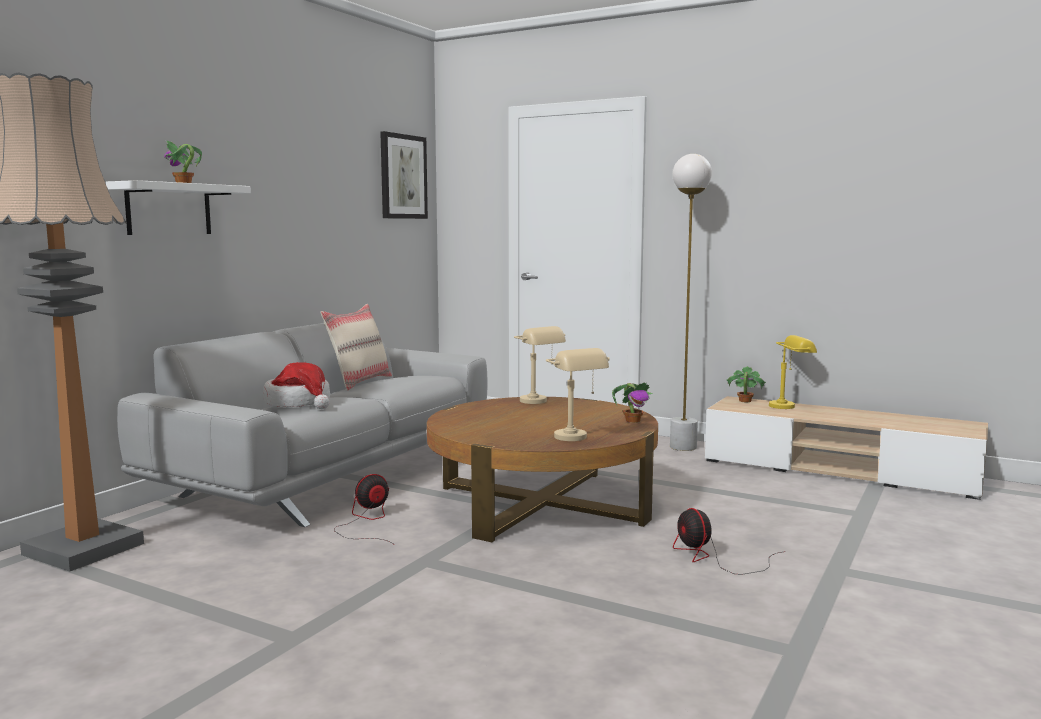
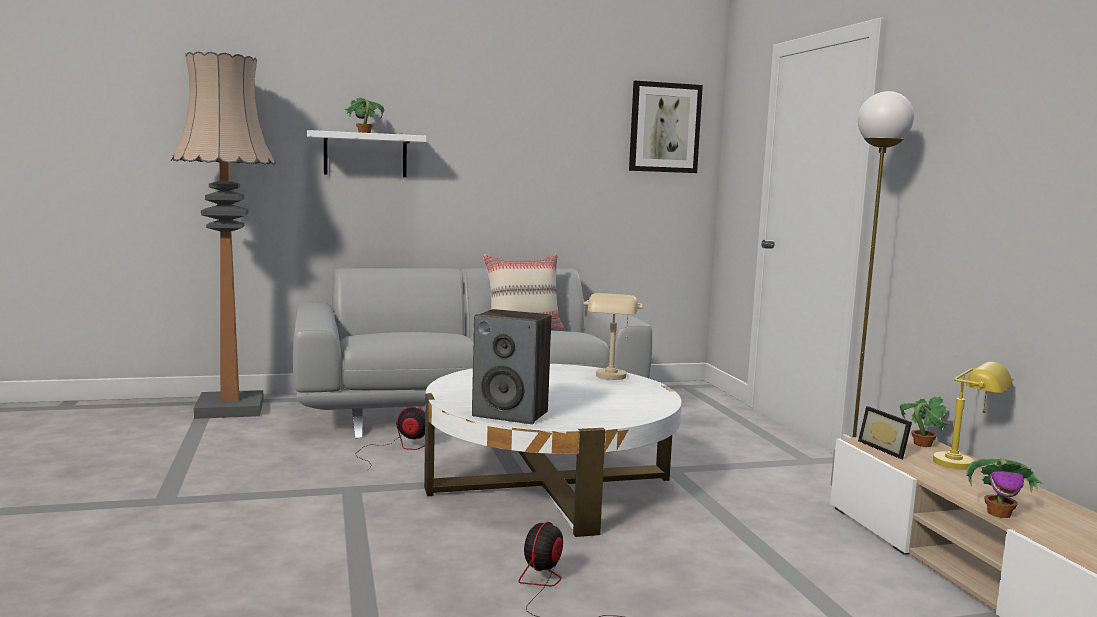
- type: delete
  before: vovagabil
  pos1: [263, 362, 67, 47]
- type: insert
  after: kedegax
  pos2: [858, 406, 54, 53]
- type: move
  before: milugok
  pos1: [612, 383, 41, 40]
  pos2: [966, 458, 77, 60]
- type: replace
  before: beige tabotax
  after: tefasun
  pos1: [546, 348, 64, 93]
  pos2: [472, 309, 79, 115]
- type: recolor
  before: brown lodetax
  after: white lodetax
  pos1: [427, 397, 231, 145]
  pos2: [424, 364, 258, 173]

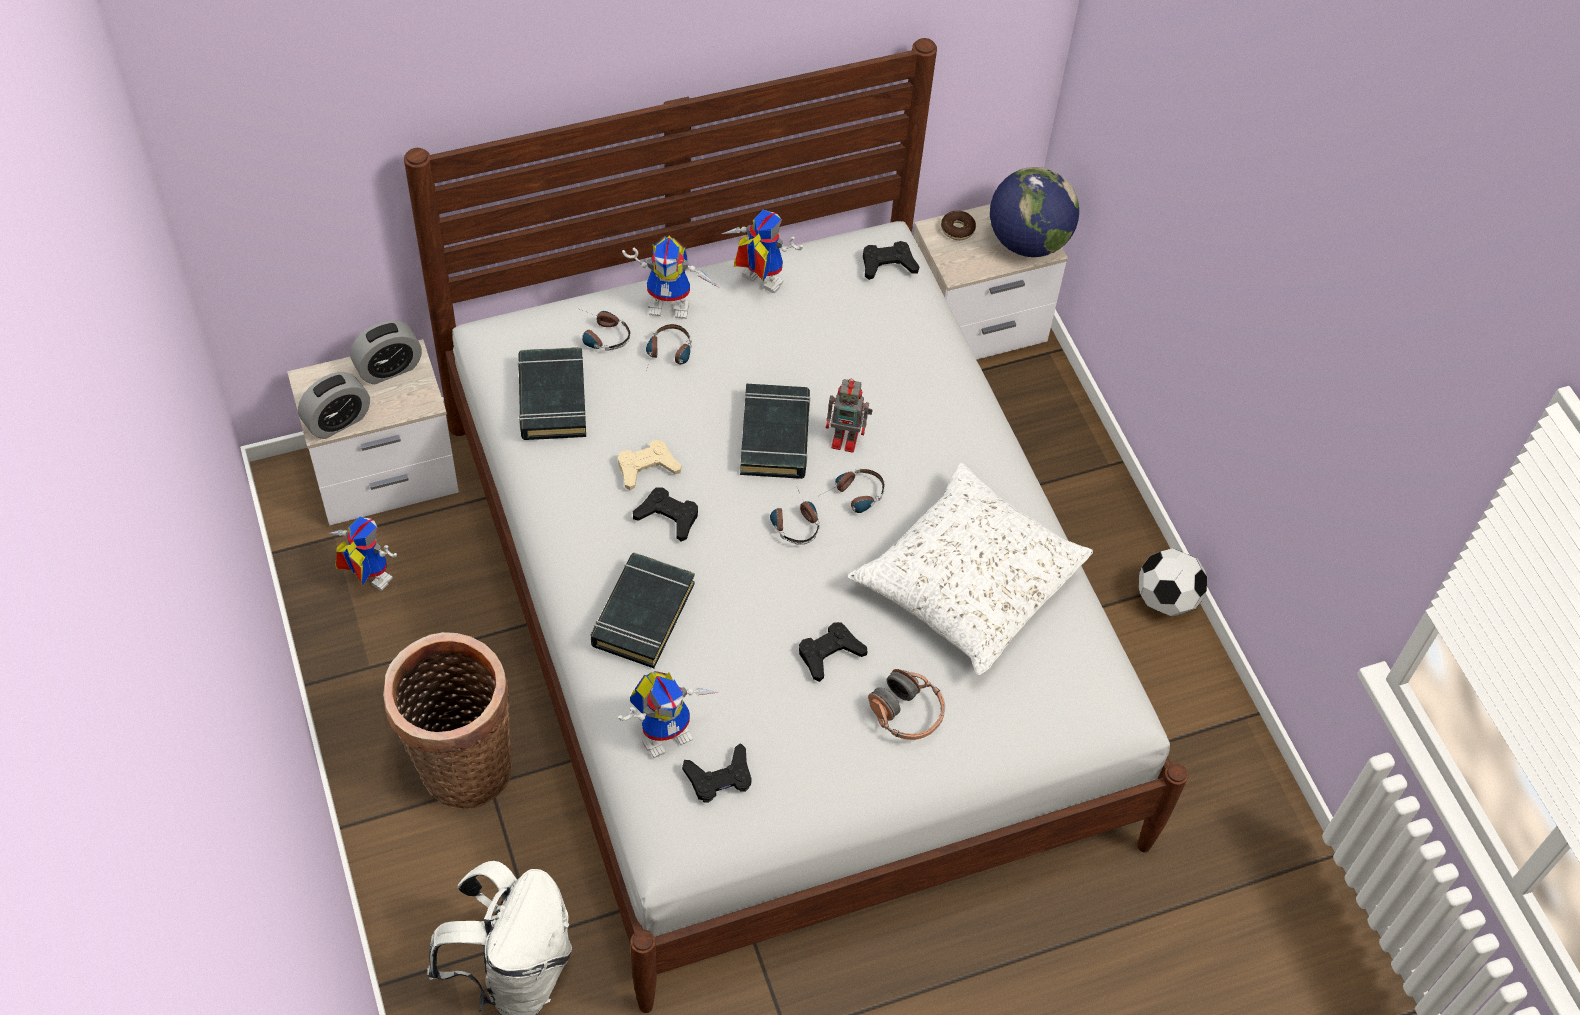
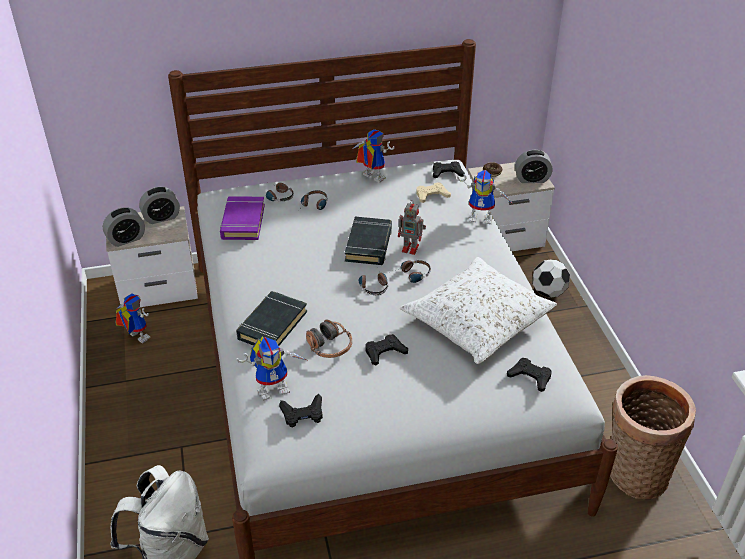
- type: move
  before: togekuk
  pos1: [383, 632, 129, 177]
  pos2: [610, 375, 86, 124]
- type: move
  before: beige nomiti
  pos1: [618, 440, 63, 50]
  pos2: [416, 182, 35, 21]
- type: move
  before: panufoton
  pos1: [622, 235, 97, 84]
  pos2: [457, 170, 56, 54]
- type: move
  before: black nomiti
  pos1: [633, 487, 65, 55]
  pos2: [507, 358, 45, 34]
- type: move
  before: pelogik
  pos1: [868, 669, 77, 71]
  pos2: [306, 320, 46, 38]
- type: move
  before: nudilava
  pos1: [1139, 548, 68, 69]
  pos2: [532, 259, 38, 39]
- type: replace
  before: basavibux
  after: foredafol
  pos1: [990, 167, 89, 90]
  pos2: [515, 150, 38, 33]
- type: recolor
  before: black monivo
  after: purple monivo
  pos1: [518, 347, 68, 93]
  pos2: [220, 196, 45, 44]

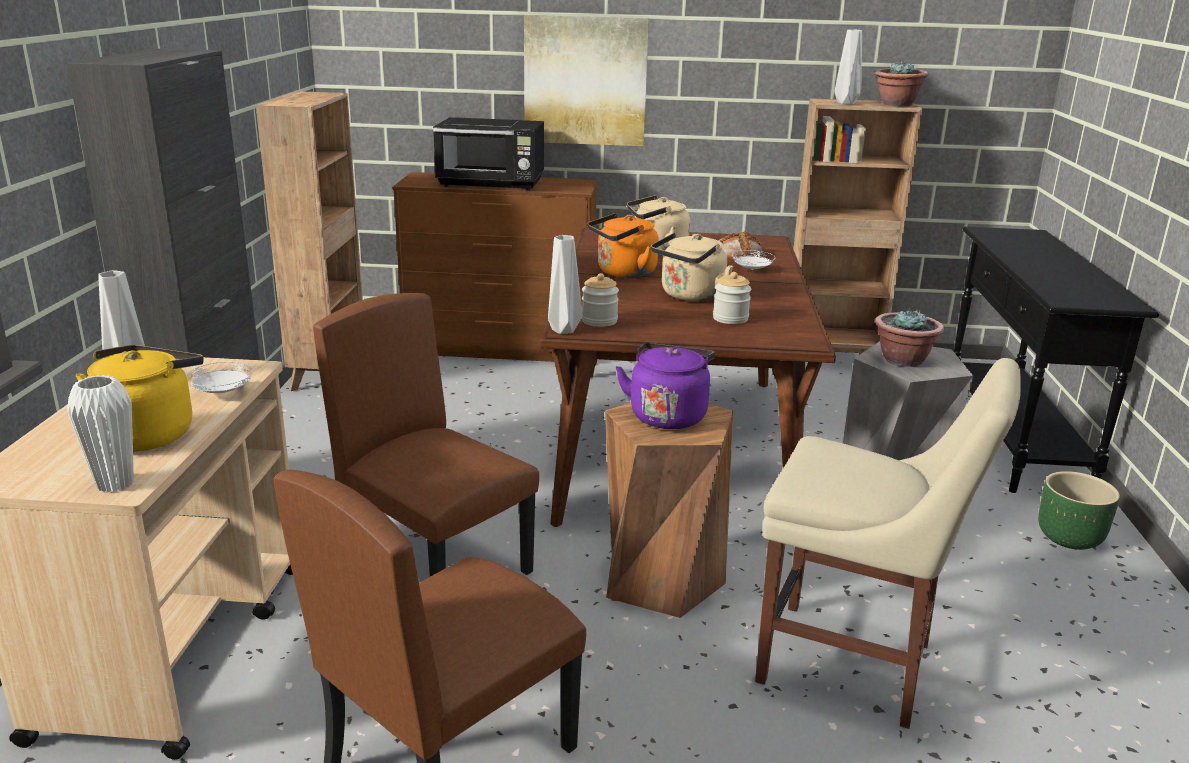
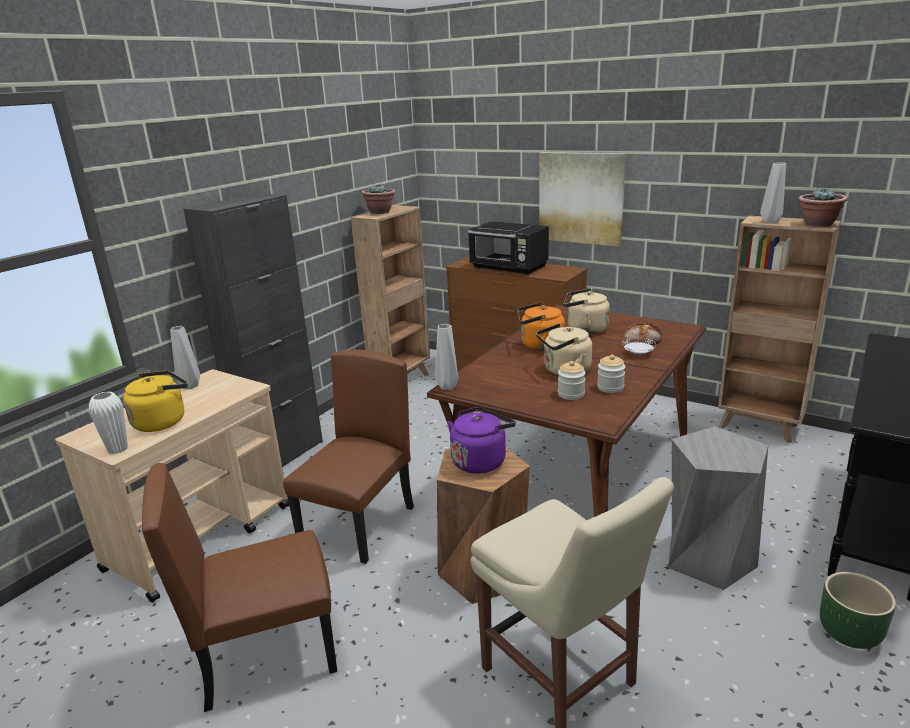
- type: delete
  before: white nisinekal
  pos1: [186, 362, 67, 31]
- type: move
  before: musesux
  pos1: [582, 273, 37, 54]
  pos2: [597, 355, 28, 38]
- type: move
  before: milugok
  pos1: [875, 308, 69, 59]
  pos2: [361, 184, 35, 30]
- type: rotate
  before: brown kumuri
  pos1: [313, 293, 226, 284]
  pos2: [283, 350, 131, 214]
  turn: 45

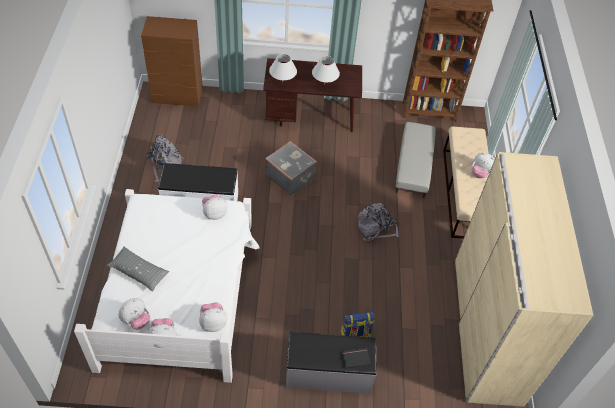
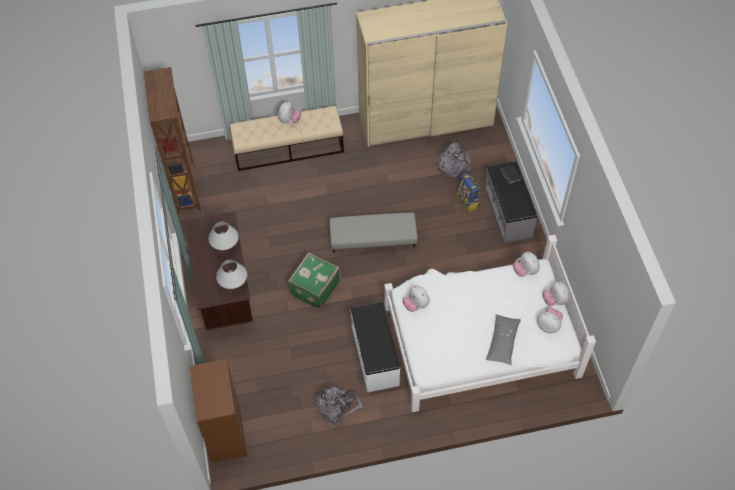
- type: move
  before: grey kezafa
  pos1: [358, 203, 41, 38]
  pos2: [436, 142, 35, 35]
- type: move
  before: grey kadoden
  pos1: [396, 122, 40, 76]
  pos2: [329, 213, 88, 40]
- type: recolor
  before: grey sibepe
  after: green sibepe
  pos1: [265, 141, 52, 55]
  pos2: [288, 252, 52, 57]

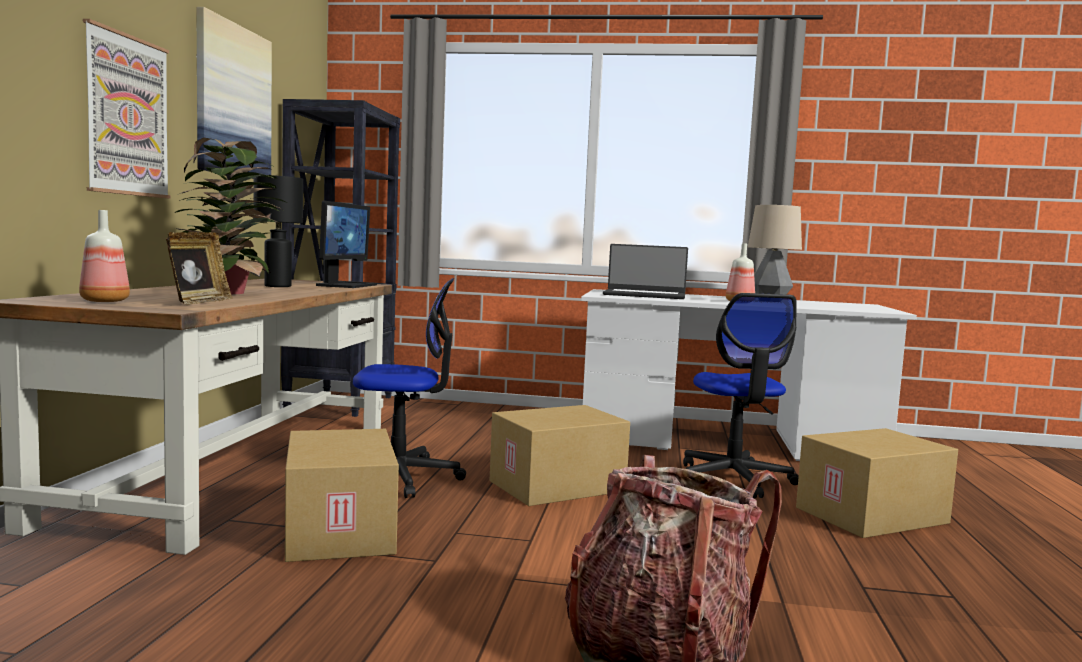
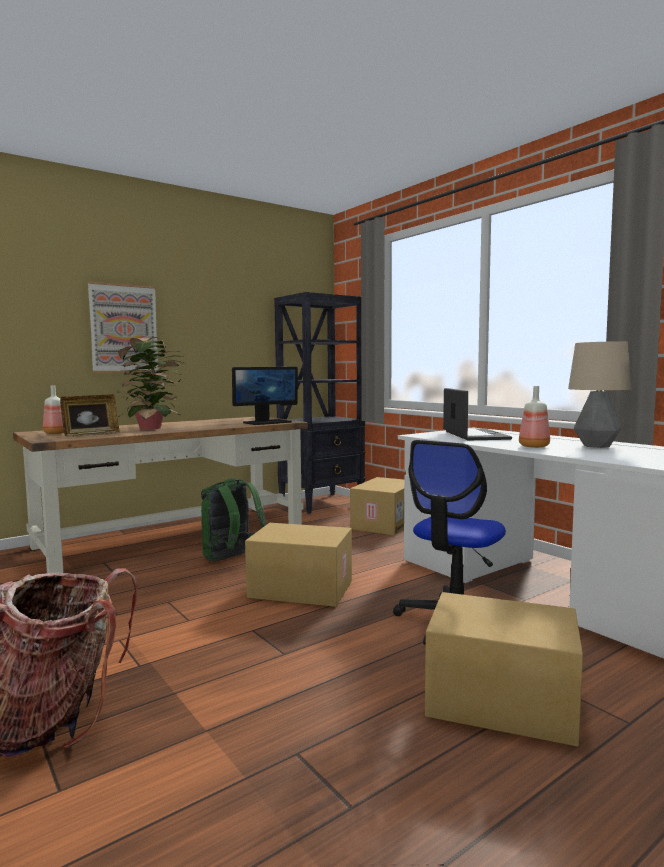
- type: delete
  before: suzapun
  pos1: [196, 7, 76, 172]
- type: delete
  before: black tabotax
  pos1: [253, 175, 50, 112]
- type: move
  before: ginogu
  pos1: [285, 429, 114, 133]
  pos2: [350, 477, 54, 58]
- type: replace
  before: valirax
  after: green kezafa
  pos1: [353, 278, 113, 220]
  pos2: [201, 478, 66, 83]
- type: rotate
  before: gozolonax
  pos1: [603, 244, 85, 55]
  pos2: [443, 388, 69, 52]
  turn: -150

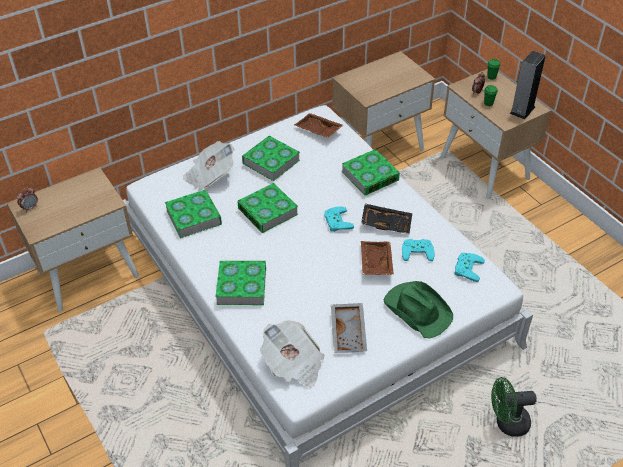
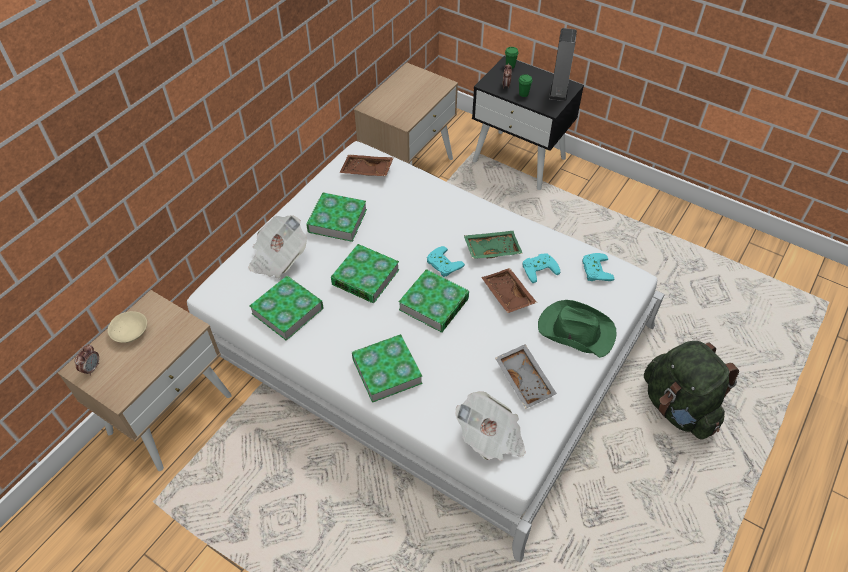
- type: insert
  after: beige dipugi
  pos2: [107, 311, 40, 32]
- type: move
  before: monivo
  pos1: [342, 149, 58, 47]
  pos2: [399, 269, 70, 63]
- type: replace
  before: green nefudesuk
  after: green kezafa
  pos1: [491, 377, 46, 60]
  pos2: [644, 341, 95, 99]
- type: recolor
  before: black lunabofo
  after: green lunabofo
  pos1: [361, 203, 51, 31]
  pos2: [464, 231, 59, 28]
- type: recolor
  before: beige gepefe
  after: black gepefe
  pos1: [441, 69, 110, 130]
  pos2: [472, 56, 112, 134]

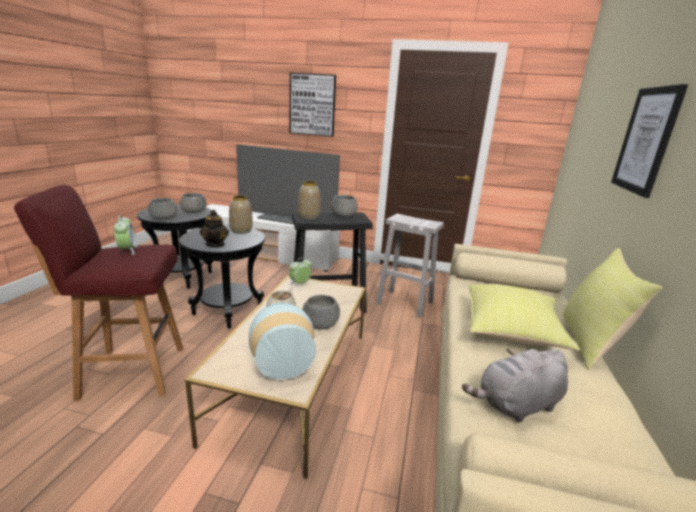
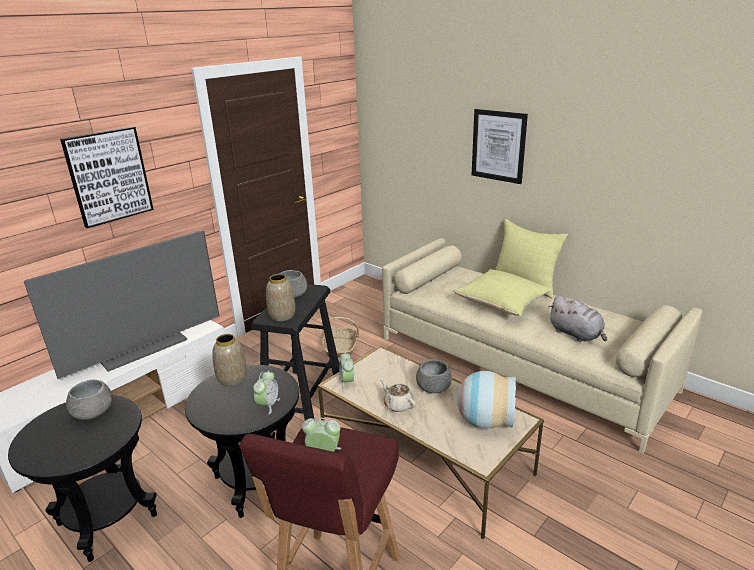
- type: delete
  before: grey dipugi
  pos1: [148, 198, 29, 21]
- type: replace
  before: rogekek
  after: foredafol
  pos1: [200, 210, 29, 38]
  pos2: [253, 371, 27, 43]
- type: replace
  before: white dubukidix
  after: togekuk
  pos1: [376, 214, 68, 104]
  pos2: [322, 317, 37, 41]
- type: rotate
  before: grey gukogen
  pos1: [462, 349, 106, 73]
  pos2: [548, 296, 59, 46]
  turn: -45

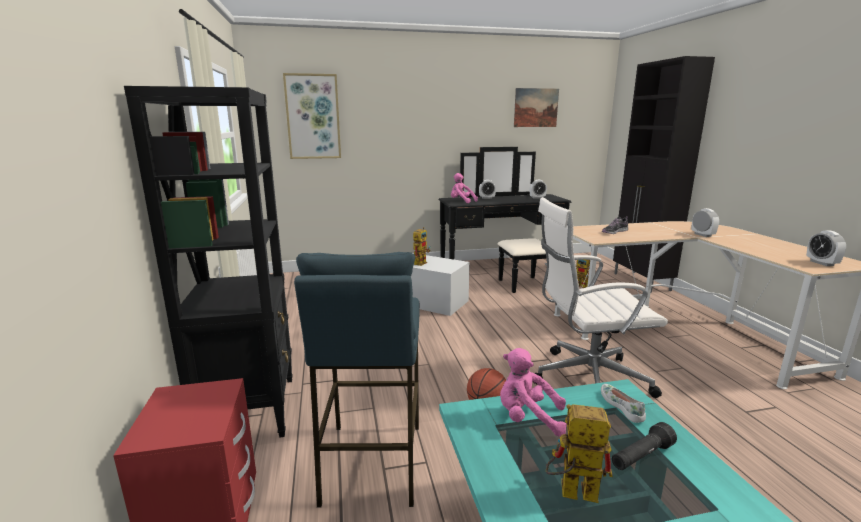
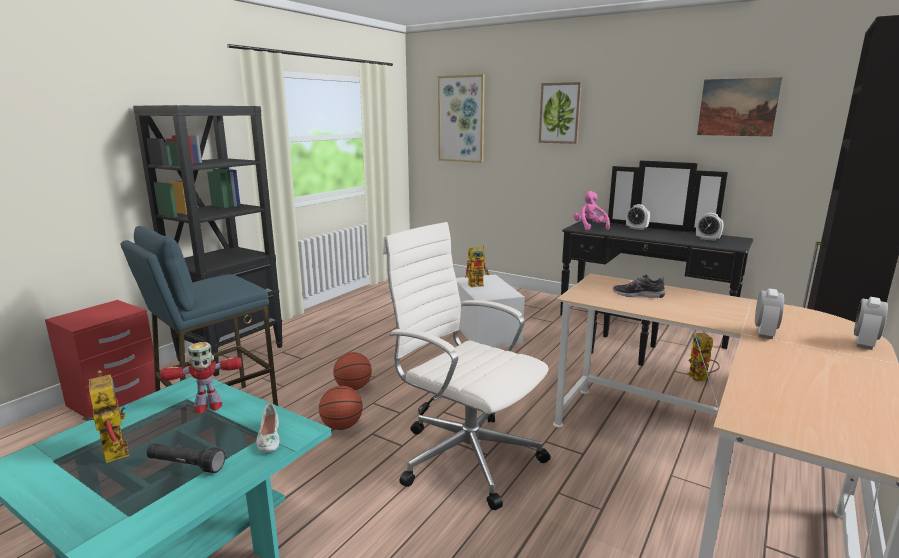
- type: insert
  after: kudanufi
  pos2: [333, 352, 39, 38]
- type: insert
  after: suzapun
  pos2: [539, 82, 43, 62]
- type: move
  before: foredafol
  pos1: [806, 230, 40, 36]
  pos2: [854, 297, 34, 53]
- type: replace
  before: pink gukogen
  after: panufoton
  pos1: [500, 348, 67, 89]
  pos2: [160, 342, 82, 72]
- type: rotate
  before: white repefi
  pos1: [601, 384, 45, 39]
  pos2: [256, 404, 24, 48]
  turn: 135

